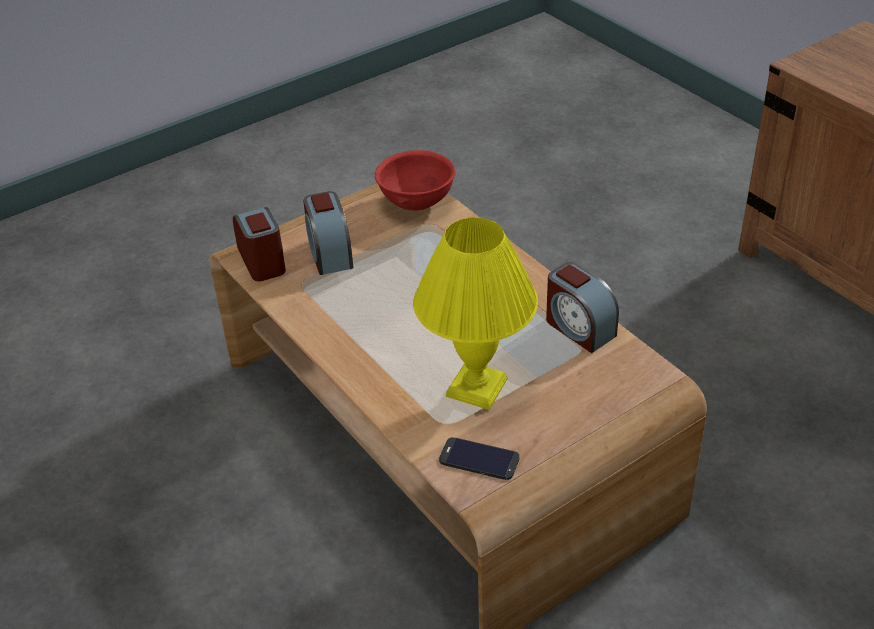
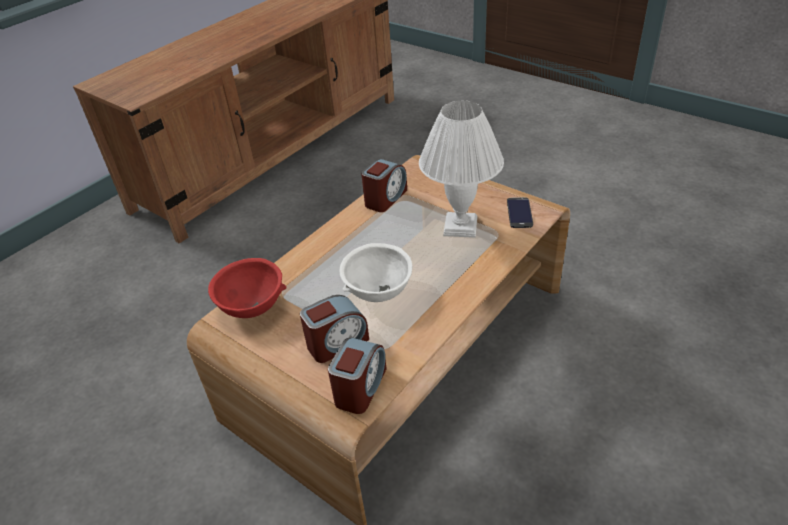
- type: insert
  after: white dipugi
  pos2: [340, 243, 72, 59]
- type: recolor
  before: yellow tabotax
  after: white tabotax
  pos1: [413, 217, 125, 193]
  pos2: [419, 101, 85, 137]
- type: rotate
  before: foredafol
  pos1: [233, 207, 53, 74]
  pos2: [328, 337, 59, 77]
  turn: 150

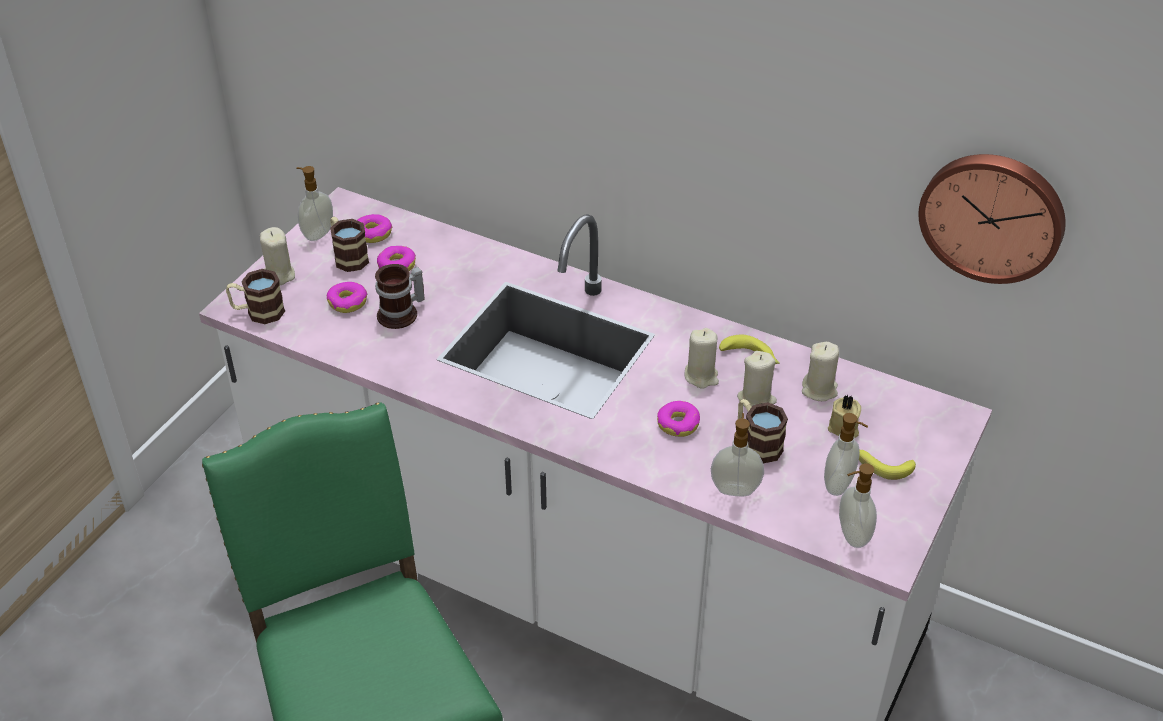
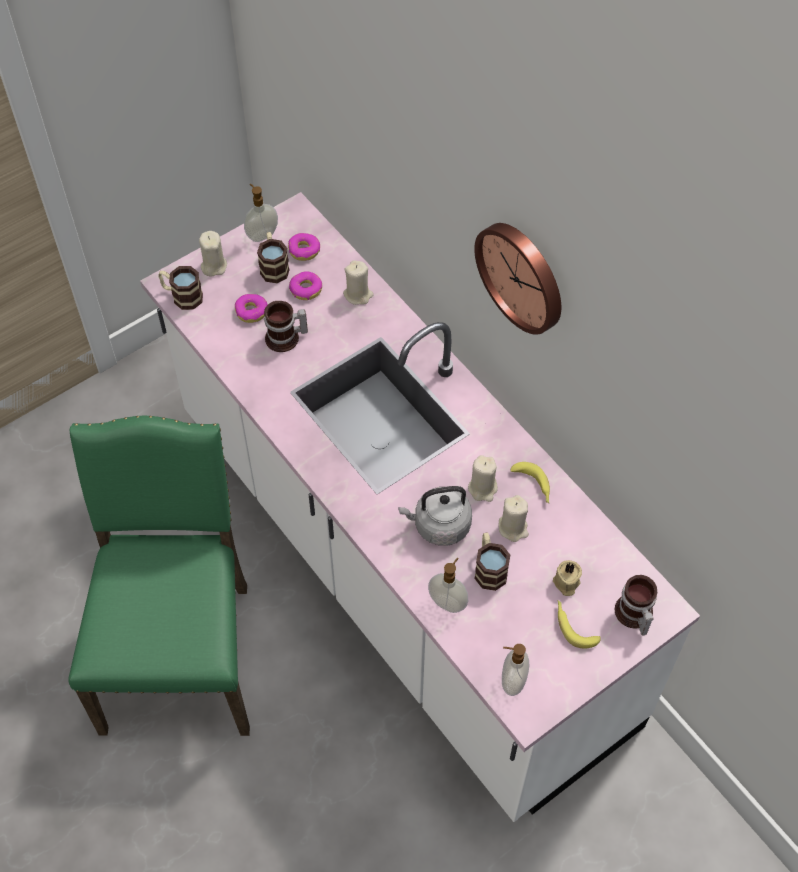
- type: delete
  before: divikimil
  pos1: [824, 413, 44, 83]
- type: insert
  after: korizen
  pos2: [615, 575, 42, 60]
- type: move
  before: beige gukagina
  pos1: [802, 342, 37, 59]
  pos2: [343, 261, 31, 44]
- type: move
  before: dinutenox
  pos1: [919, 154, 147, 130]
  pos2: [474, 223, 87, 112]
- type: replace
  before: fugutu
  after: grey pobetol
  pos1: [657, 401, 43, 36]
  pos2: [398, 486, 74, 60]

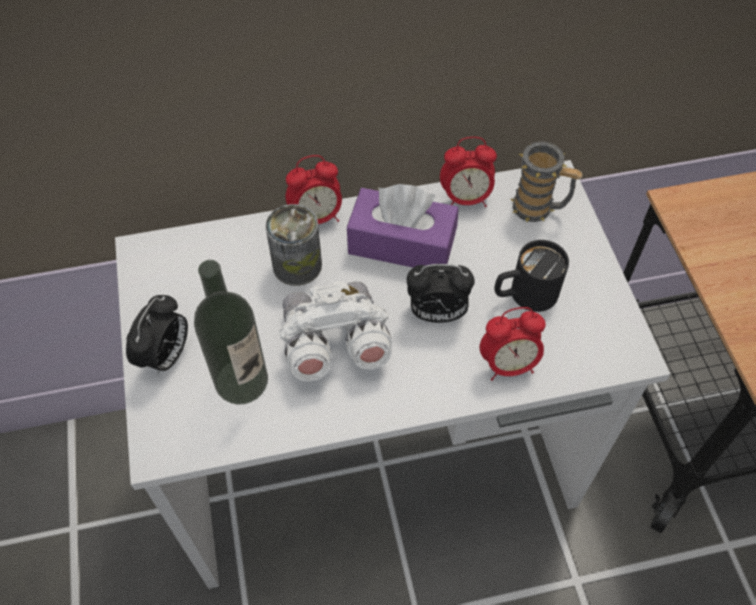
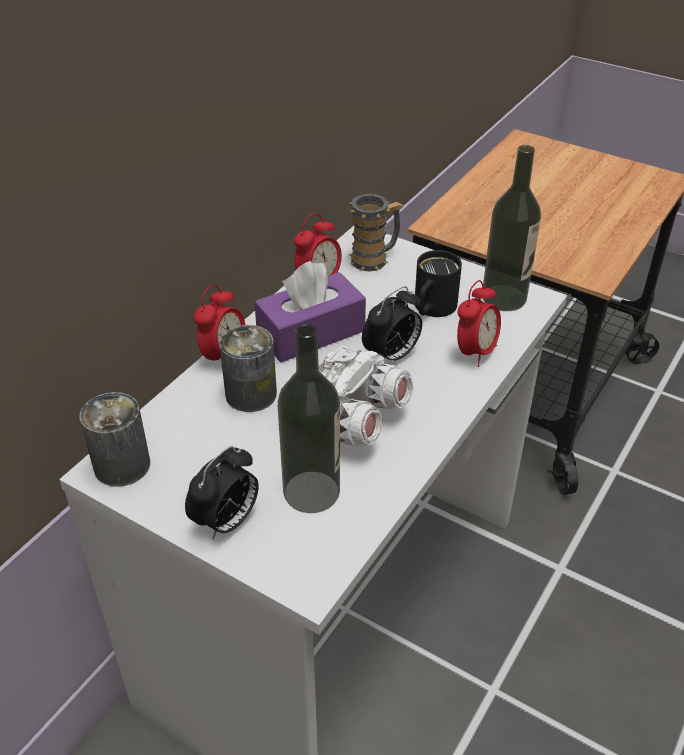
- type: insert
  after: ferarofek
  pos2: [79, 392, 71, 95]
- type: insert
  after: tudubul
  pos2: [483, 145, 58, 166]
- type: rotate
  before: foredafol
  pos1: [126, 295, 62, 81]
  pos2: [185, 446, 74, 94]
  turn: 60

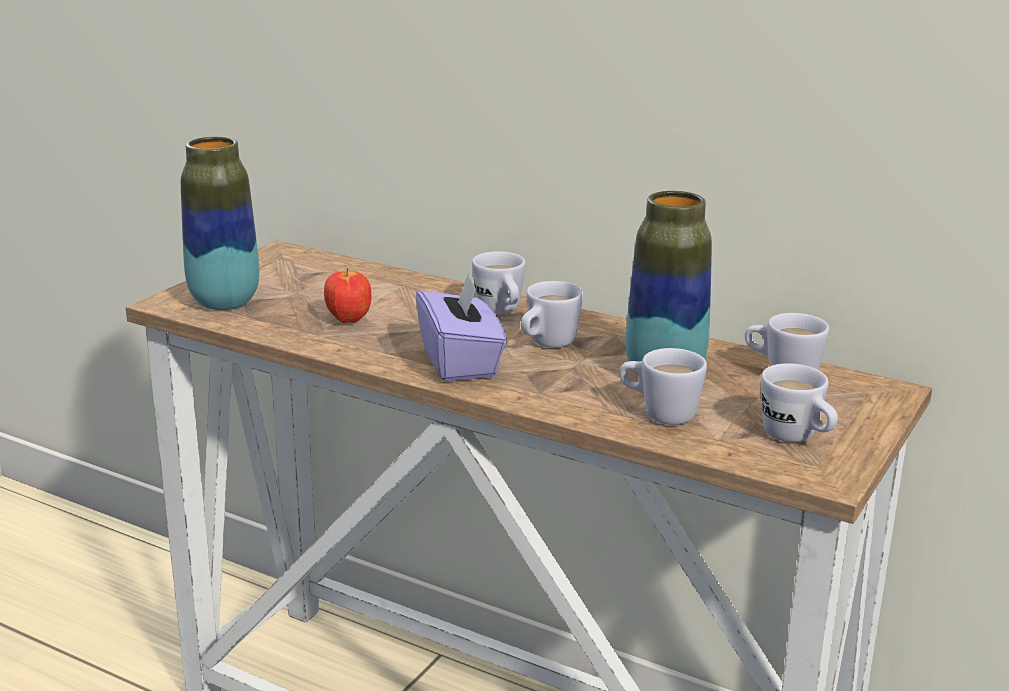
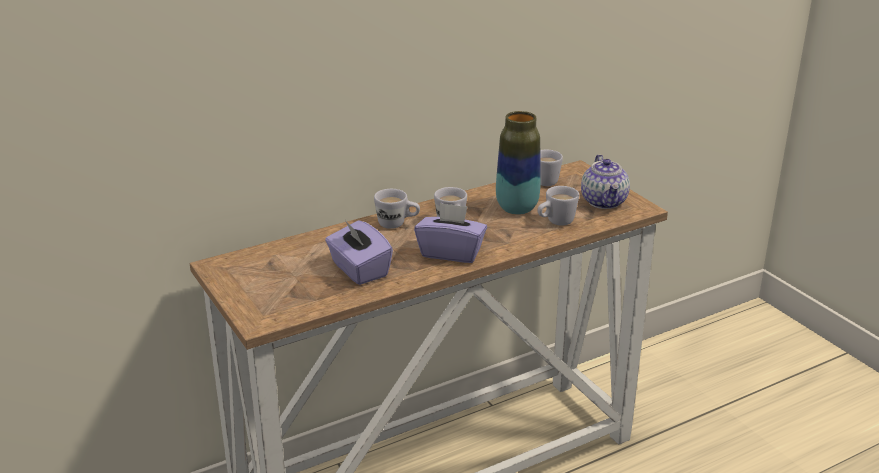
- type: delete
  before: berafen
  pos1: [181, 137, 78, 173]
- type: replace
  before: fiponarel
  after: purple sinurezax
  pos1: [324, 268, 47, 55]
  pos2: [325, 220, 68, 65]
- type: replace
  before: white korizen
  after: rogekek
  pos1: [761, 363, 77, 79]
  pos2: [581, 154, 49, 55]

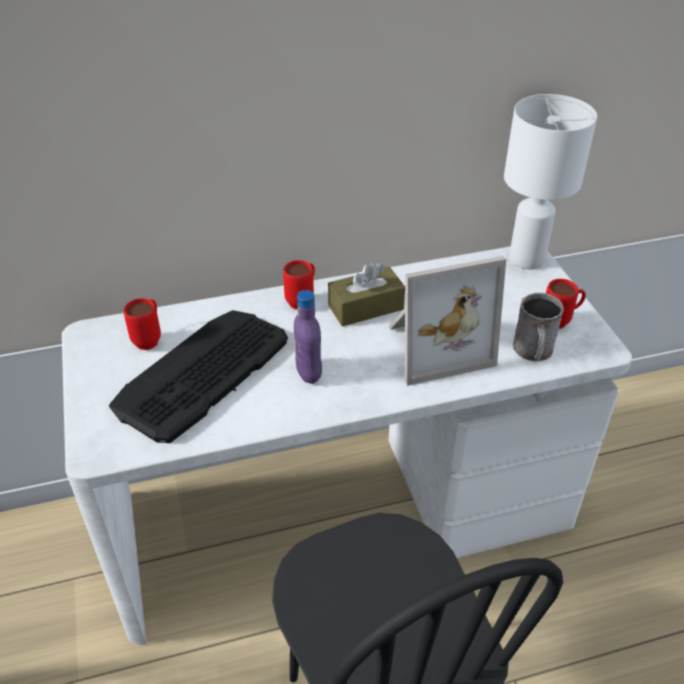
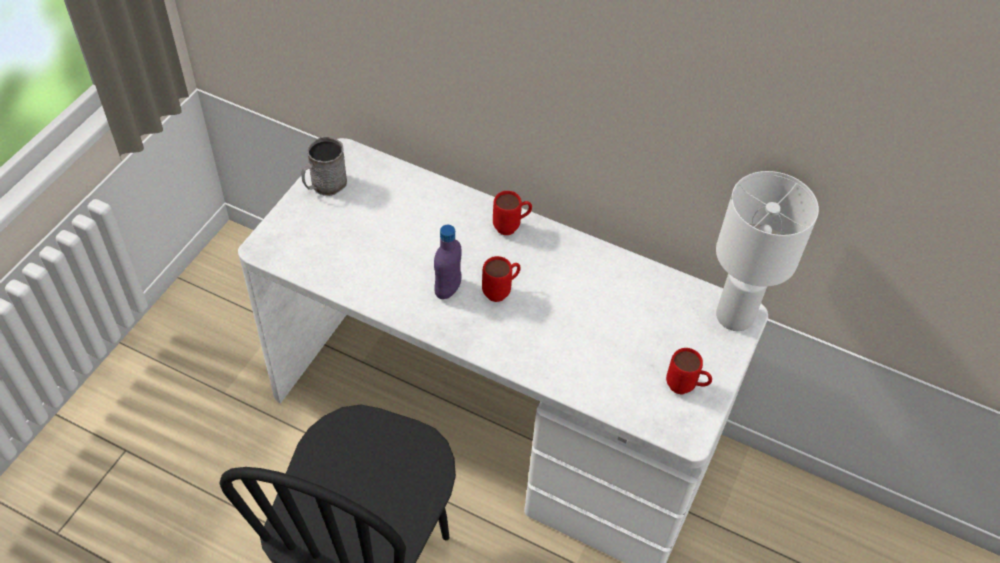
- type: delete
  before: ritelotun
  pos1: [109, 310, 179, 133]
- type: delete
  before: brown sinurezax
  pos1: [328, 262, 77, 65]
- type: delete
  before: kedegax
  pos1: [389, 256, 117, 130]
- type: move
  before: red korizen
  pos1: [124, 298, 37, 52]
  pos2: [482, 256, 39, 46]
- type: move
  before: grey korizen
  pos1: [513, 293, 51, 68]
  pos2: [301, 137, 46, 59]

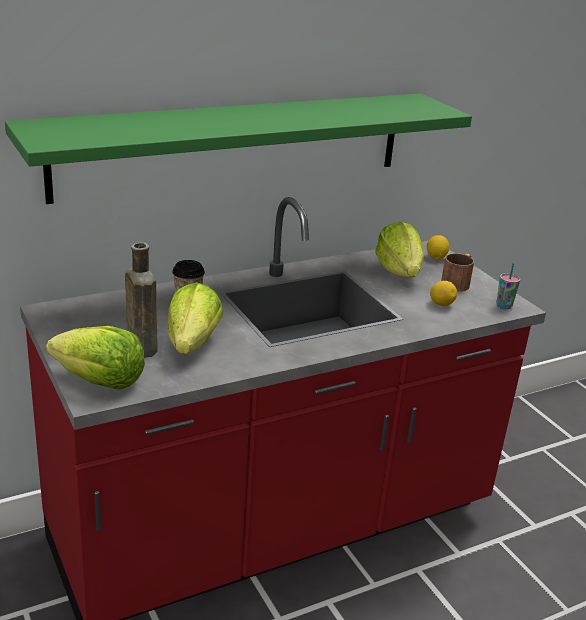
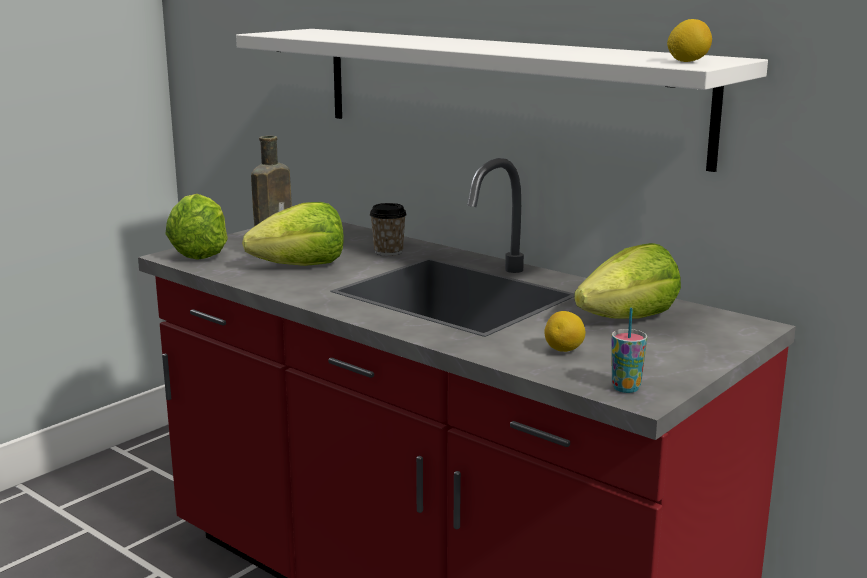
- type: delete
  before: brown korizen
  pos1: [441, 253, 33, 39]
- type: move
  before: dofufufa
  pos1: [427, 235, 22, 25]
  pos2: [667, 19, 45, 43]
- type: recolor
  before: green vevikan
  after: white vevikan
  pos1: [5, 94, 467, 110]
  pos2: [236, 29, 532, 143]

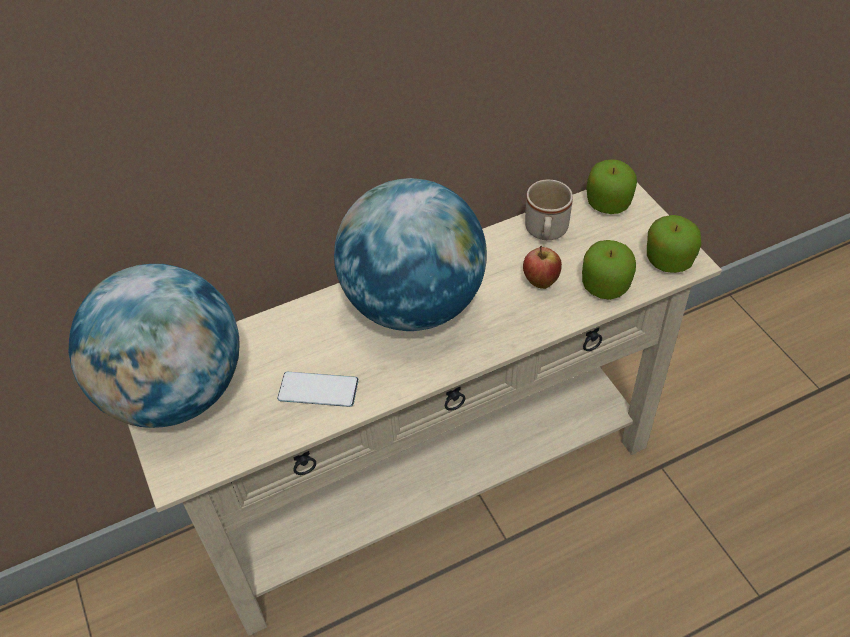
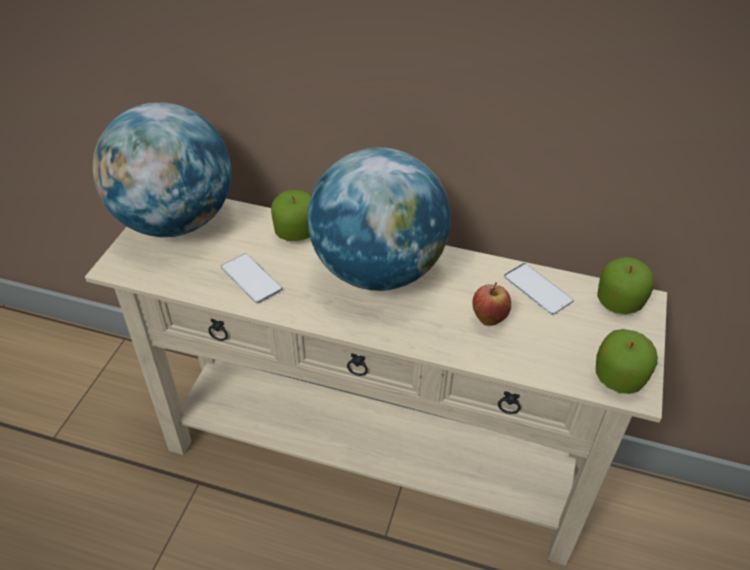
- type: move
  before: fiponarel
  pos1: [582, 240, 54, 60]
  pos2: [271, 190, 41, 51]
- type: replace
  before: beige korizen
  after: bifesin
  pos1: [525, 180, 48, 60]
  pos2: [504, 263, 70, 52]

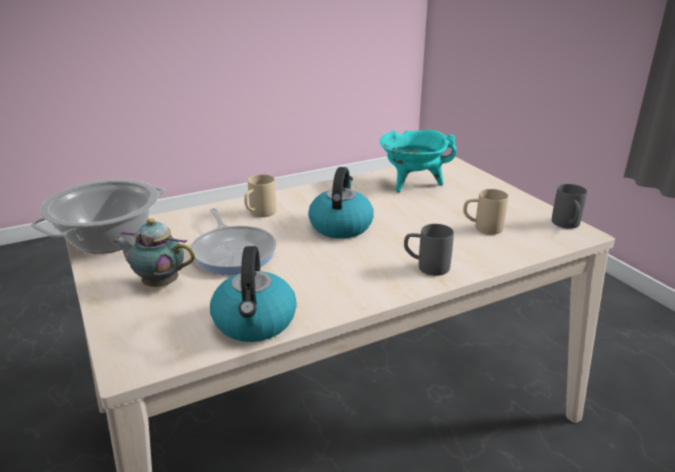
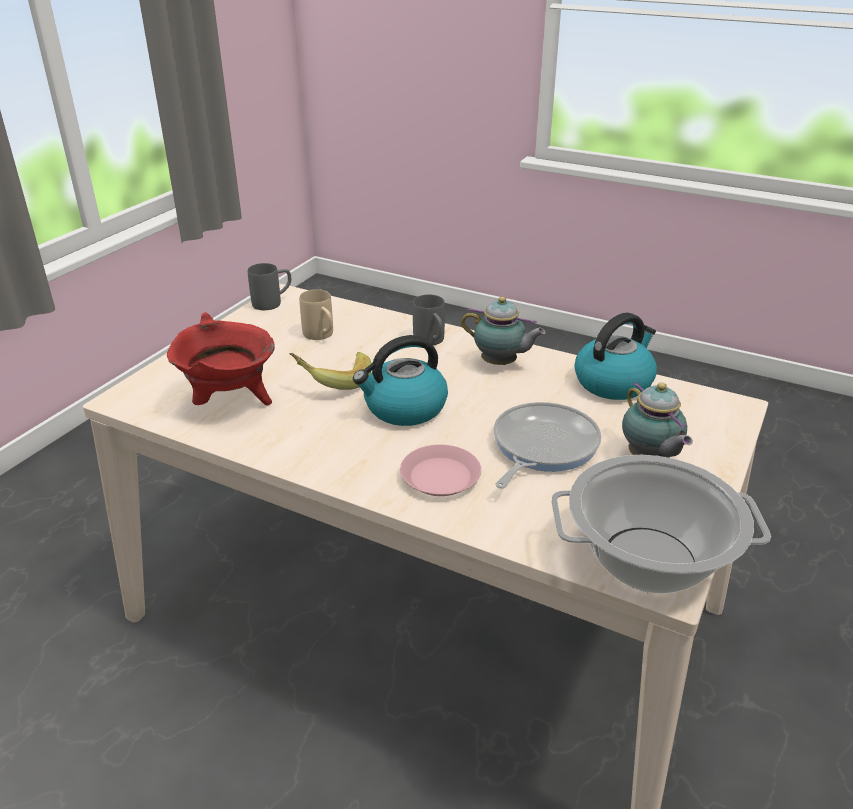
- type: insert
  after: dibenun
  pos2: [290, 352, 82, 38]
- type: insert
  after: rogekek
  pos2: [461, 297, 85, 68]
- type: replace
  before: beige korizen
  after: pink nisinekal
  pos1: [244, 175, 32, 42]
  pos2: [400, 445, 81, 51]
- type: recolor
  before: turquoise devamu
  after: red devamu
  pos1: [380, 130, 77, 62]
  pos2: [167, 312, 108, 93]

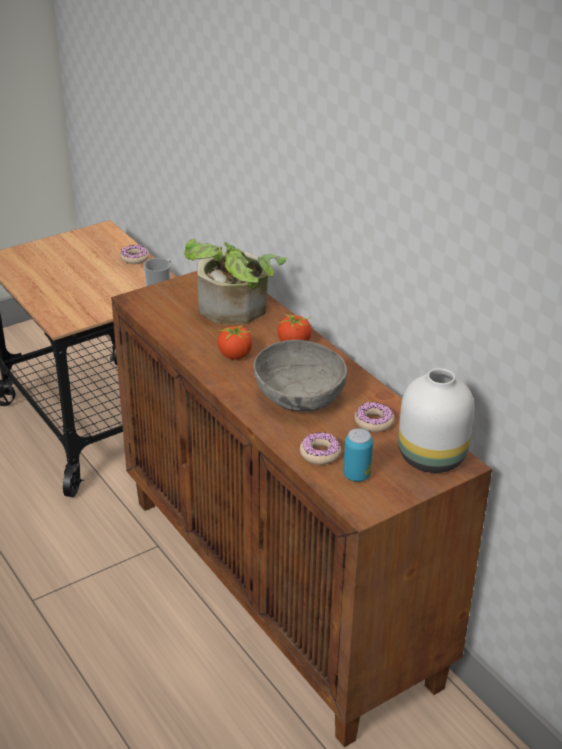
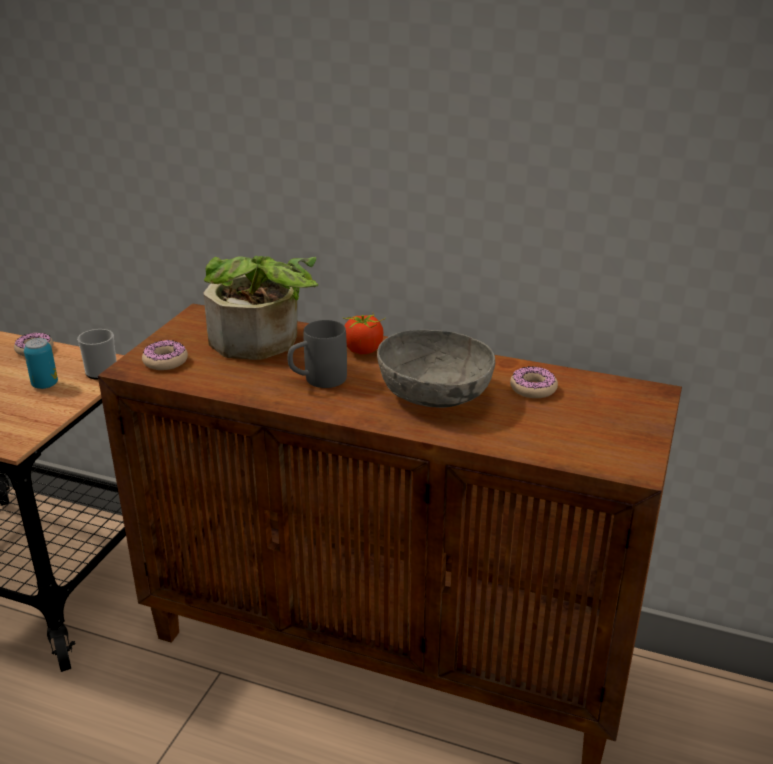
- type: delete
  before: white berafen
  pos1: [398, 368, 76, 105]
- type: move
  before: fugutu
  pos1: [300, 432, 41, 33]
  pos2: [142, 340, 46, 30]
- type: move
  before: ferarofek
  pos1: [343, 429, 30, 53]
  pos2: [24, 338, 34, 51]
- type: replace
  before: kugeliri
  after: grey korizen
  pos1: [218, 325, 36, 35]
  pos2: [287, 320, 60, 68]

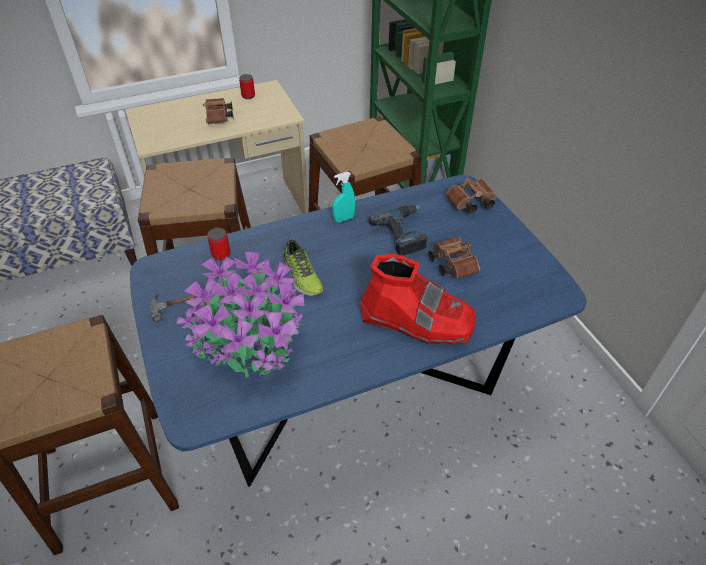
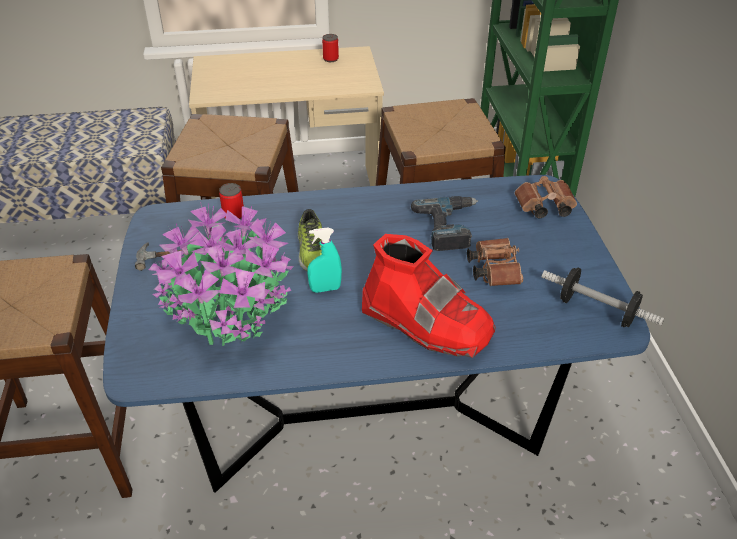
- type: delete
  before: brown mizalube
  pos1: [203, 98, 30, 26]
- type: insert
  after: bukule
  pos2: [541, 267, 123, 61]
- type: move
  before: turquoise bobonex
  pos1: [332, 171, 23, 51]
  pos2: [307, 227, 35, 66]

